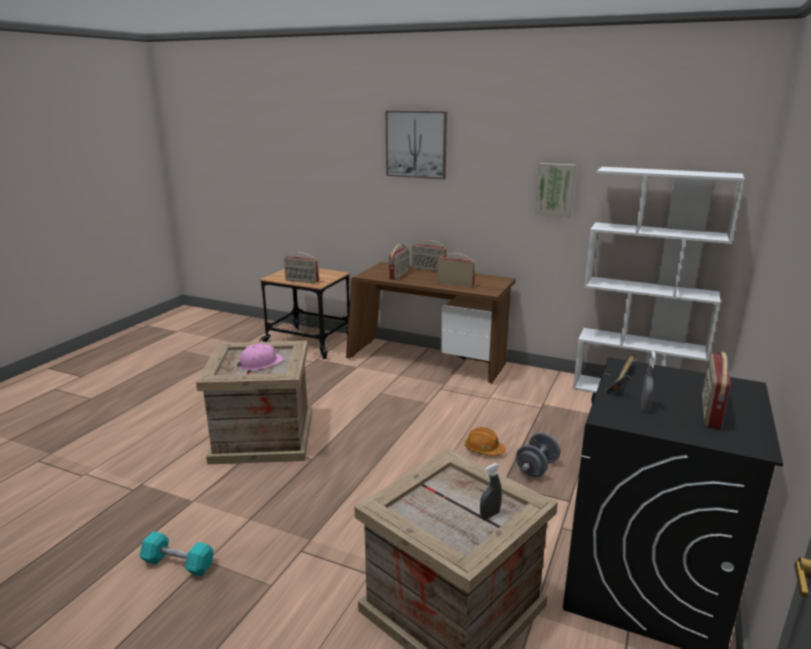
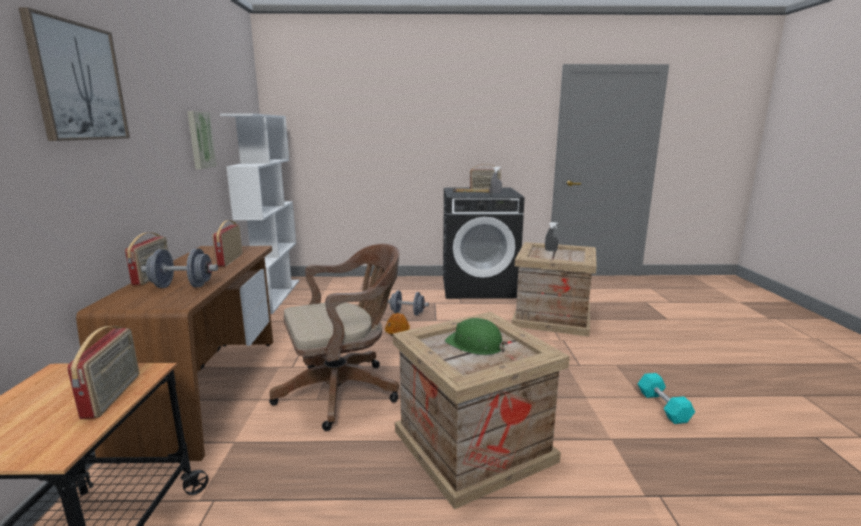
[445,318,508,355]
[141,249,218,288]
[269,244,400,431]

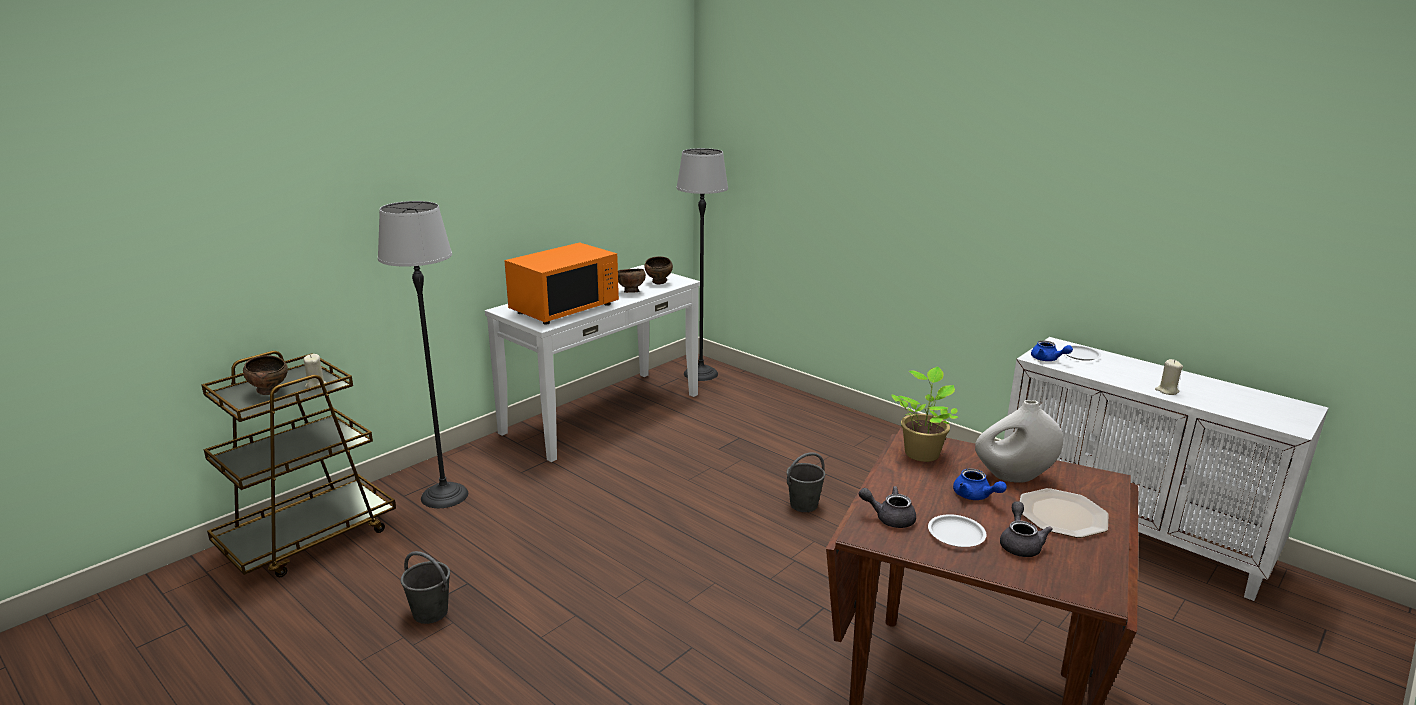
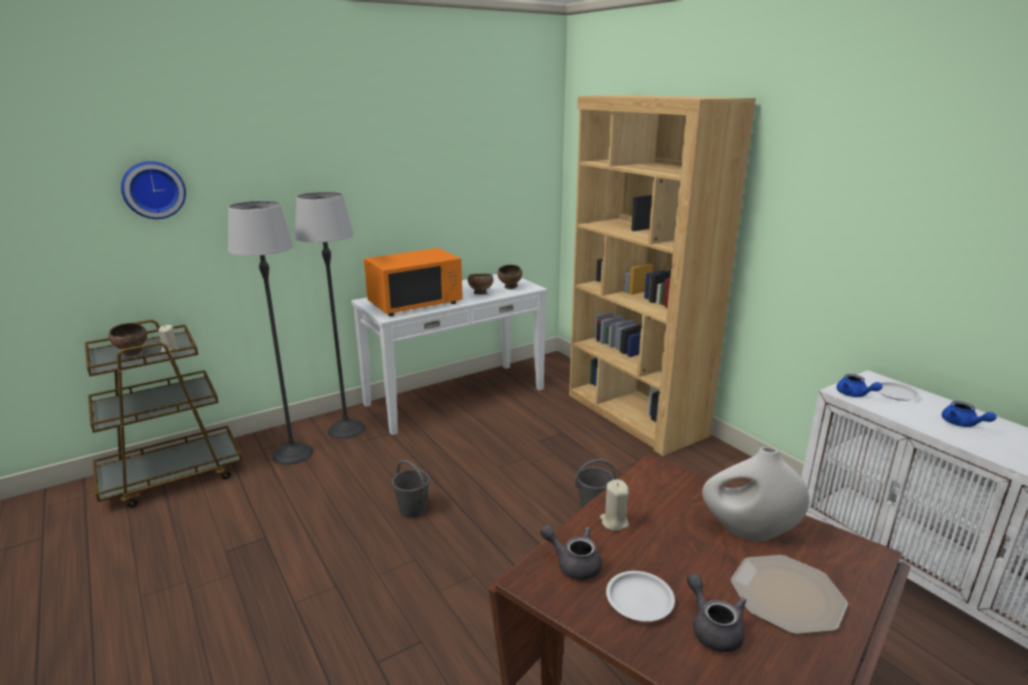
[392,460,430,518]
[295,192,365,439]
[891,366,958,462] (first image)
[942,401,997,427]
[687,573,746,652]
[600,479,629,531]
[121,161,186,219]
[569,95,756,456]

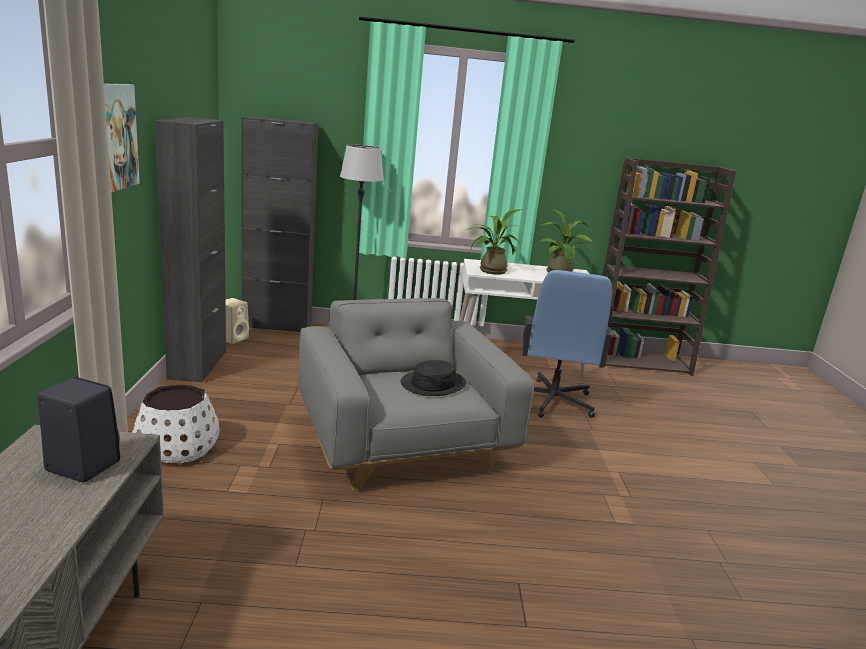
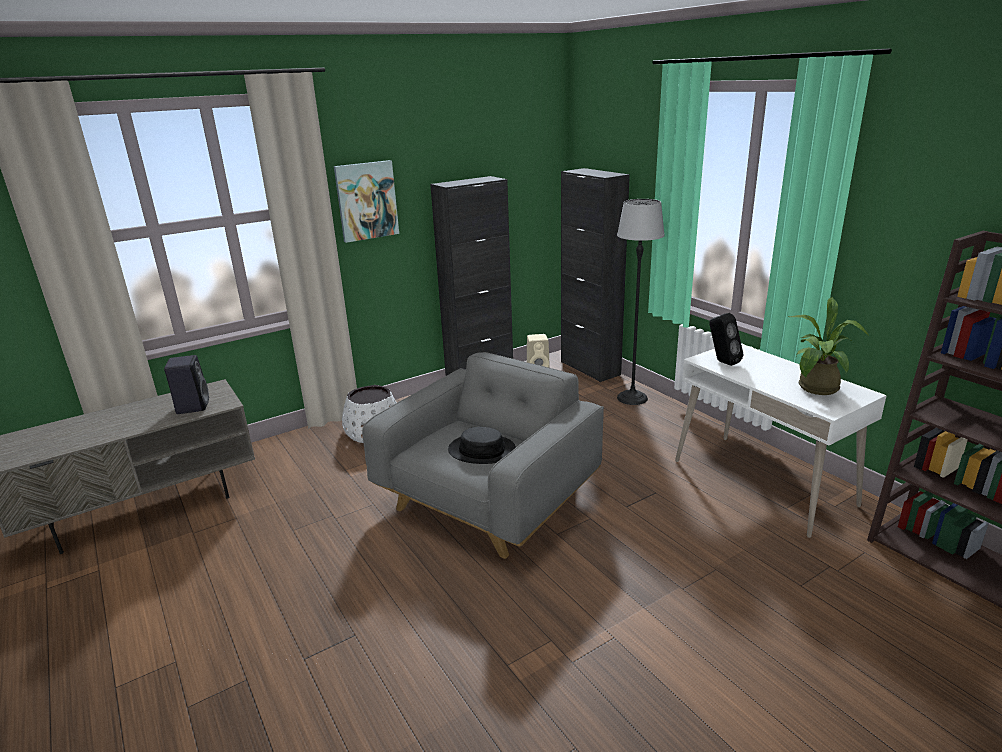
[709,313,743,366]
[522,270,613,418] (first image)

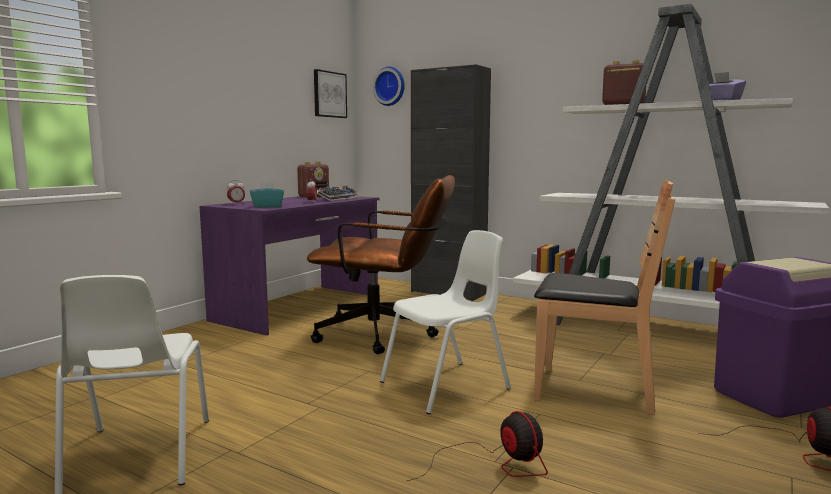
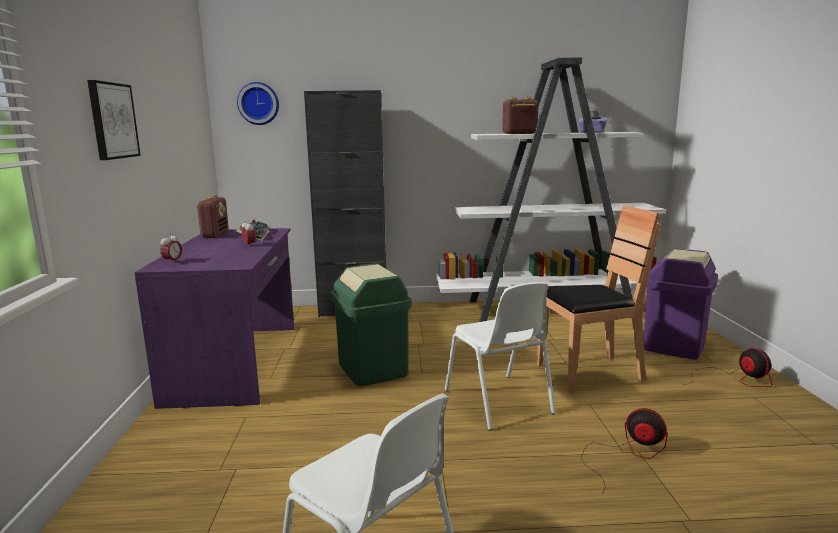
[250,181,284,208] (first image)
[331,263,412,386]
[87,80,141,160]
[445,282,556,431]

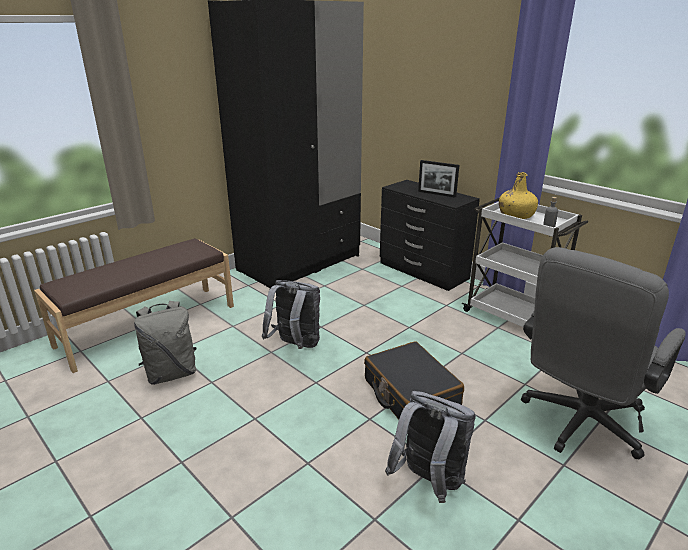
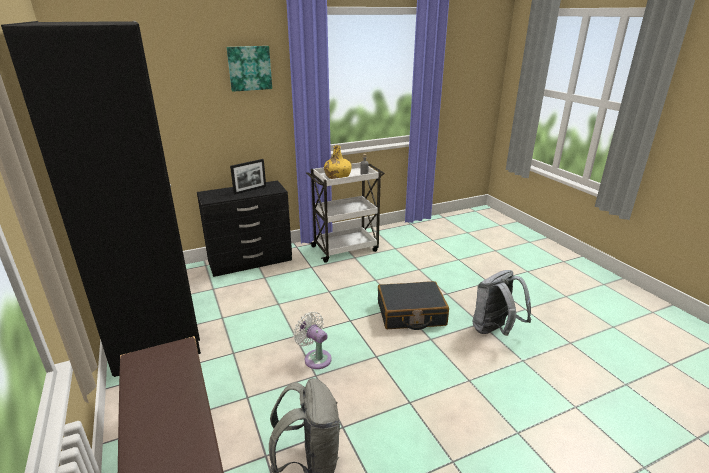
[293,312,332,369]
[521,247,686,460] (first image)
[226,46,272,92]

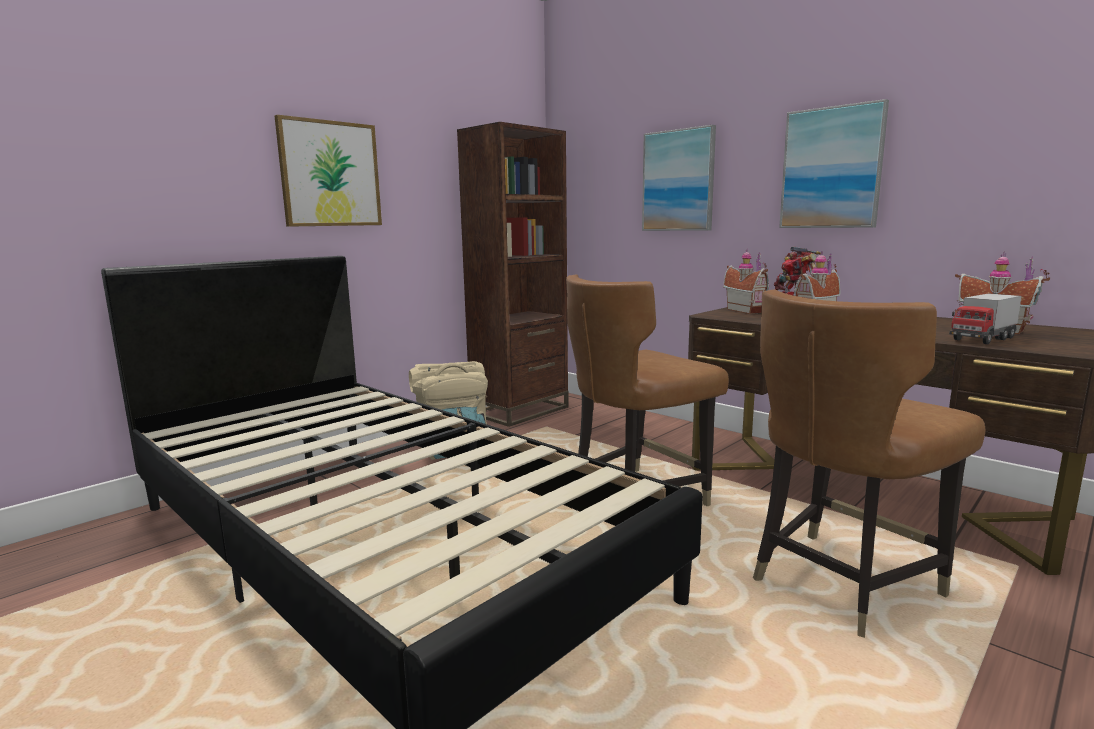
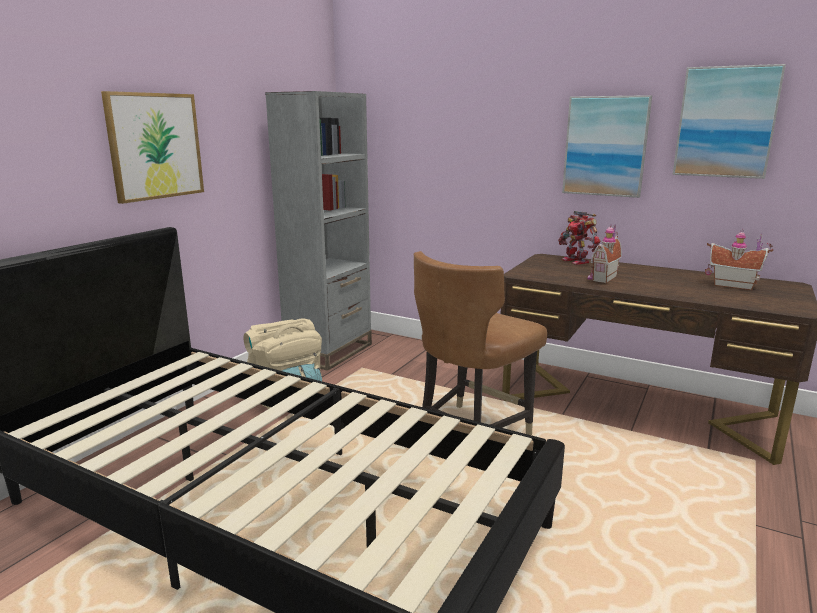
[265,91,372,371]
[673,64,786,179]
[723,249,769,314] (first image)
[753,289,985,638] (first image)
[949,293,1022,344] (first image)

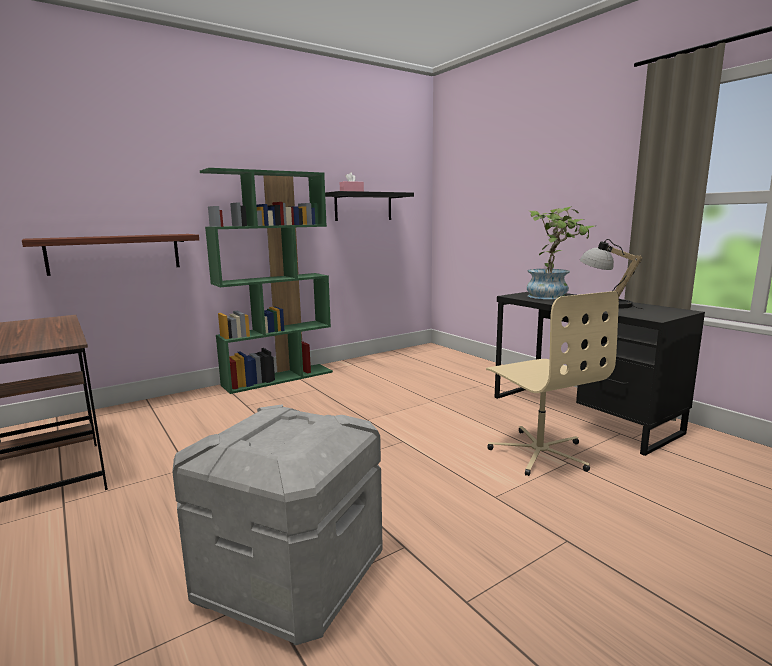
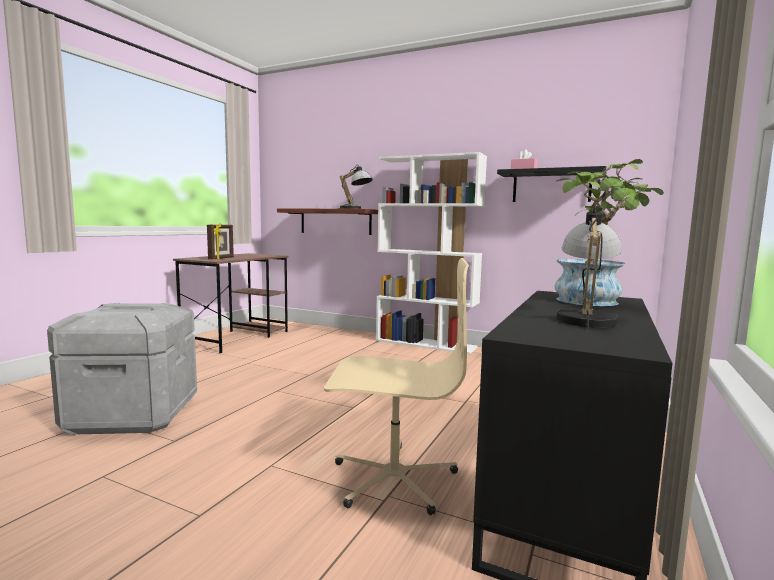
[376,152,487,354]
[324,258,469,515]
[207,224,234,260]
[337,165,373,209]

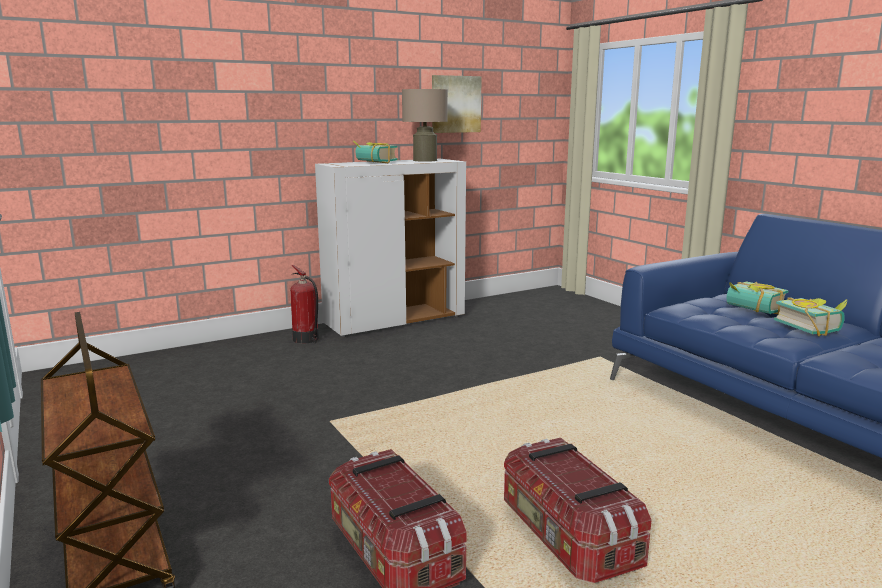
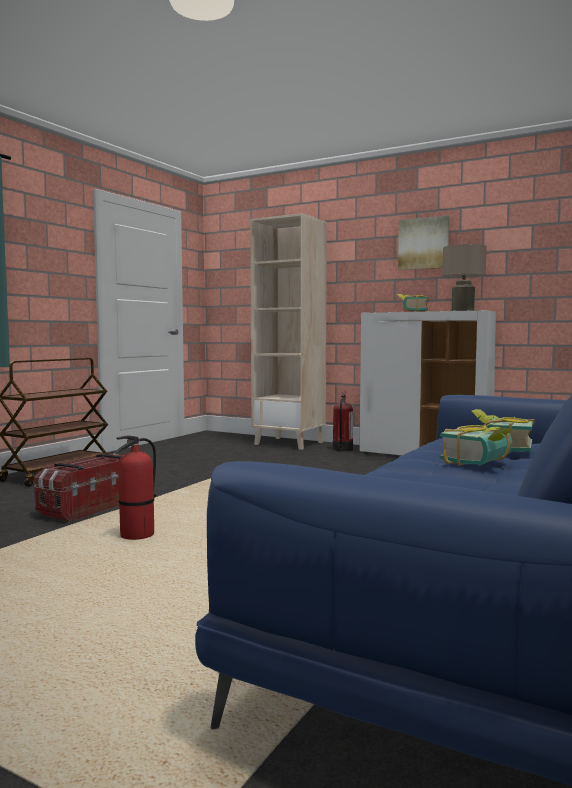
[398,215,449,270]
[115,435,156,540]
[250,213,327,450]

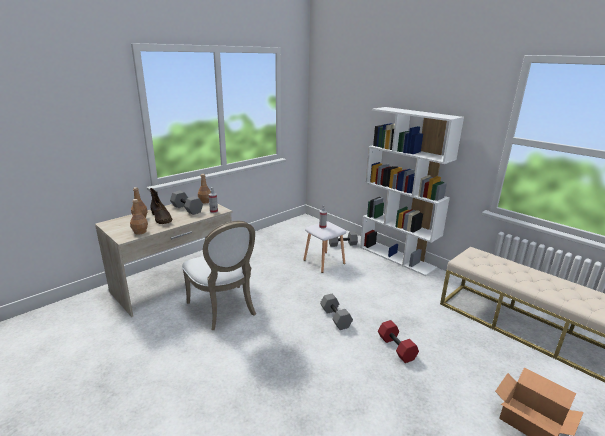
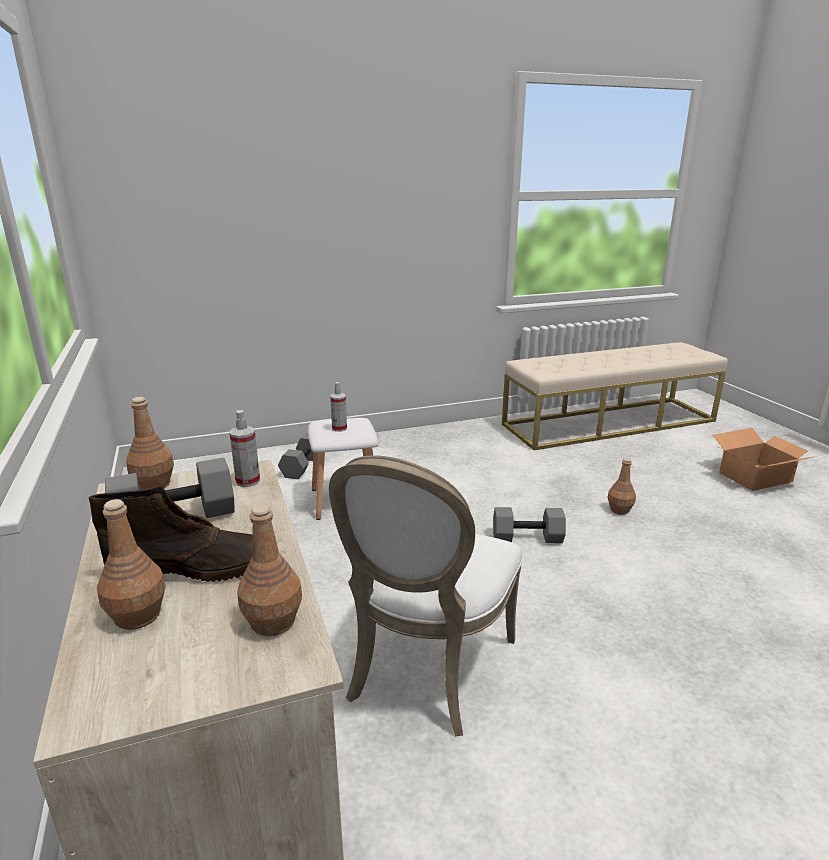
[329,455,523,736]
[360,107,464,276] (first image)
[608,458,636,515]

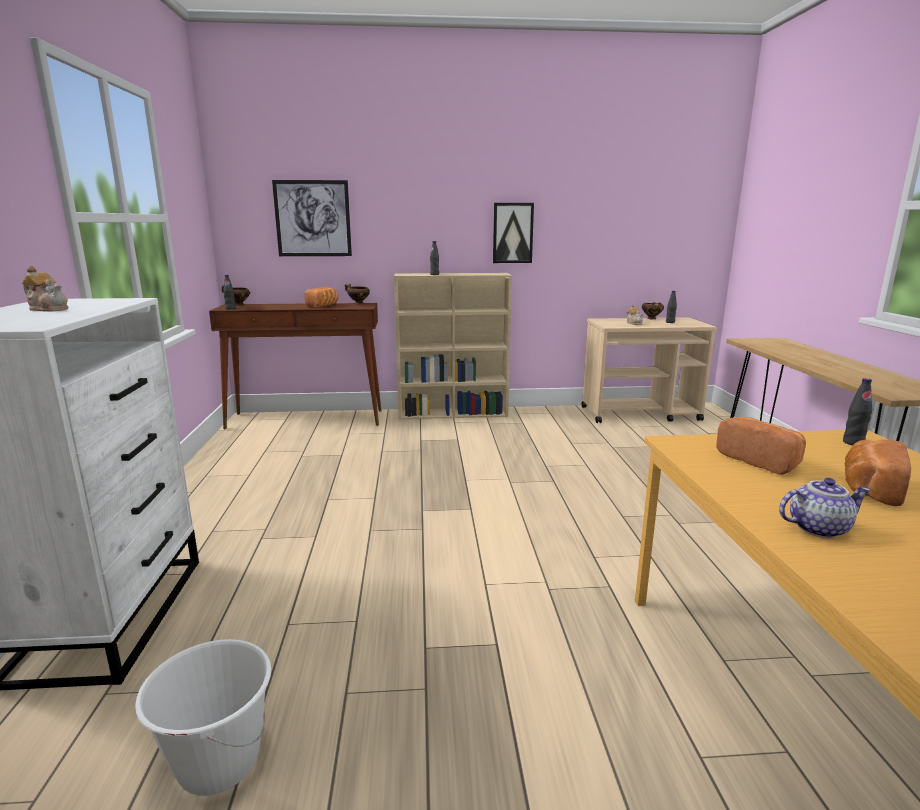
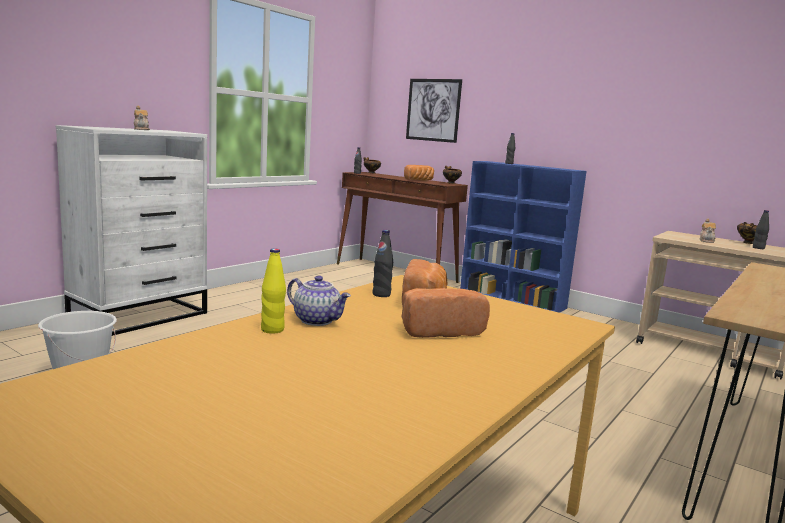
[460,161,587,313]
[493,203,534,263] (first image)
[372,230,393,297]
[261,249,286,334]

